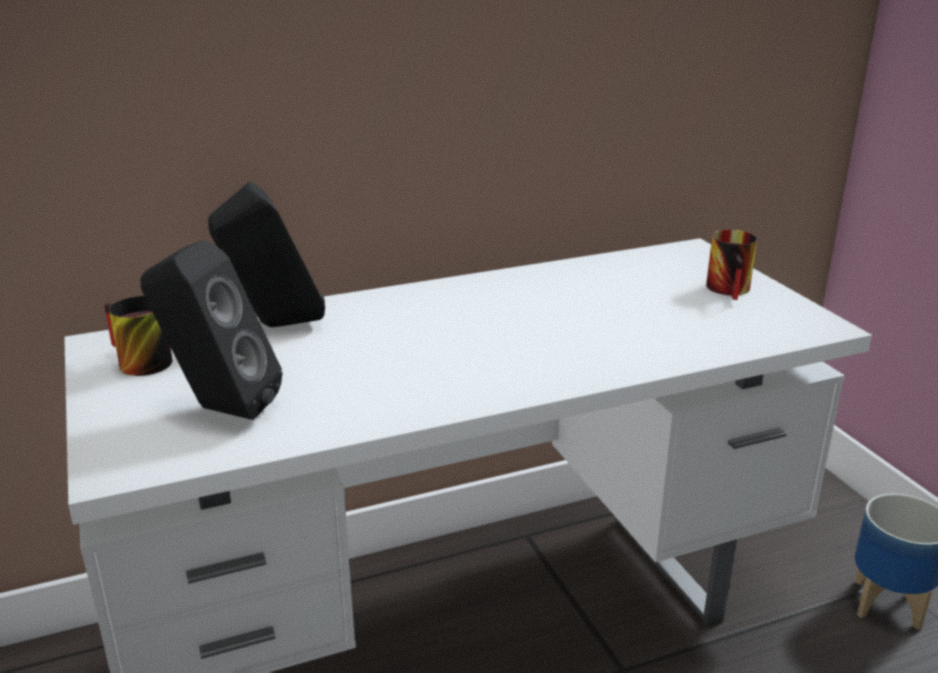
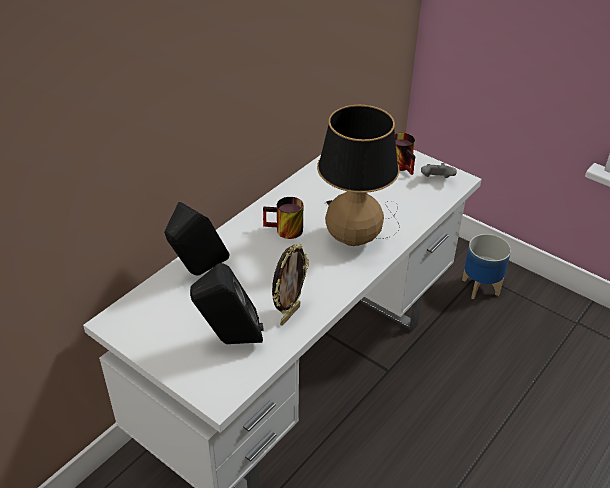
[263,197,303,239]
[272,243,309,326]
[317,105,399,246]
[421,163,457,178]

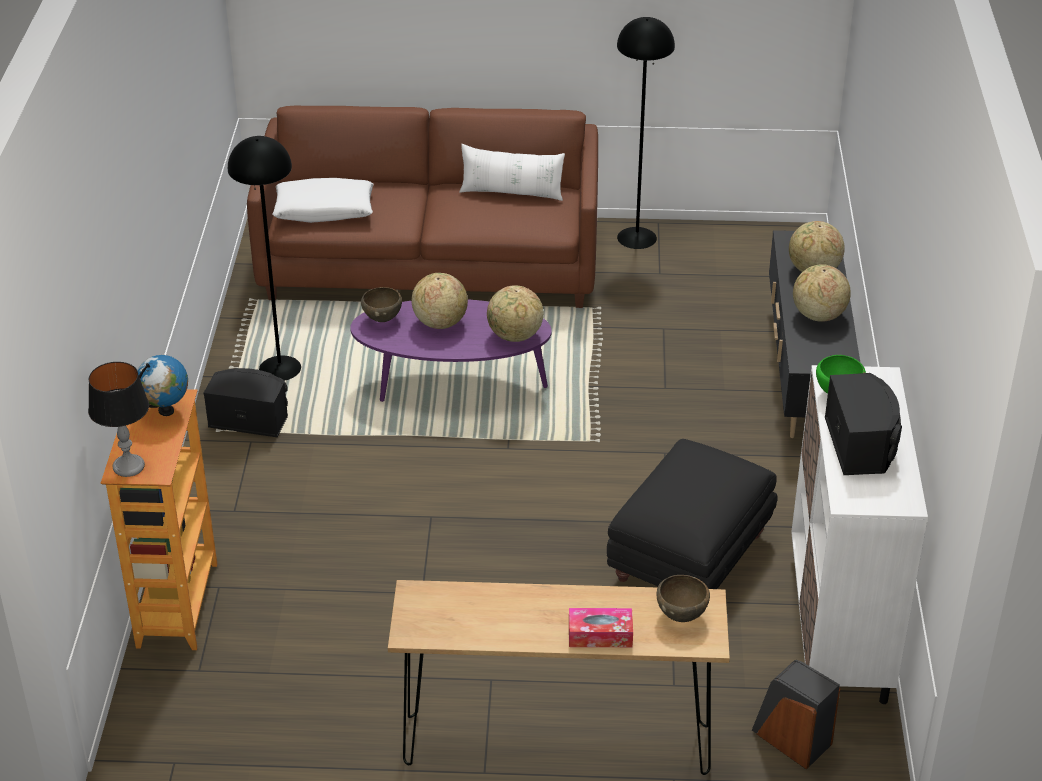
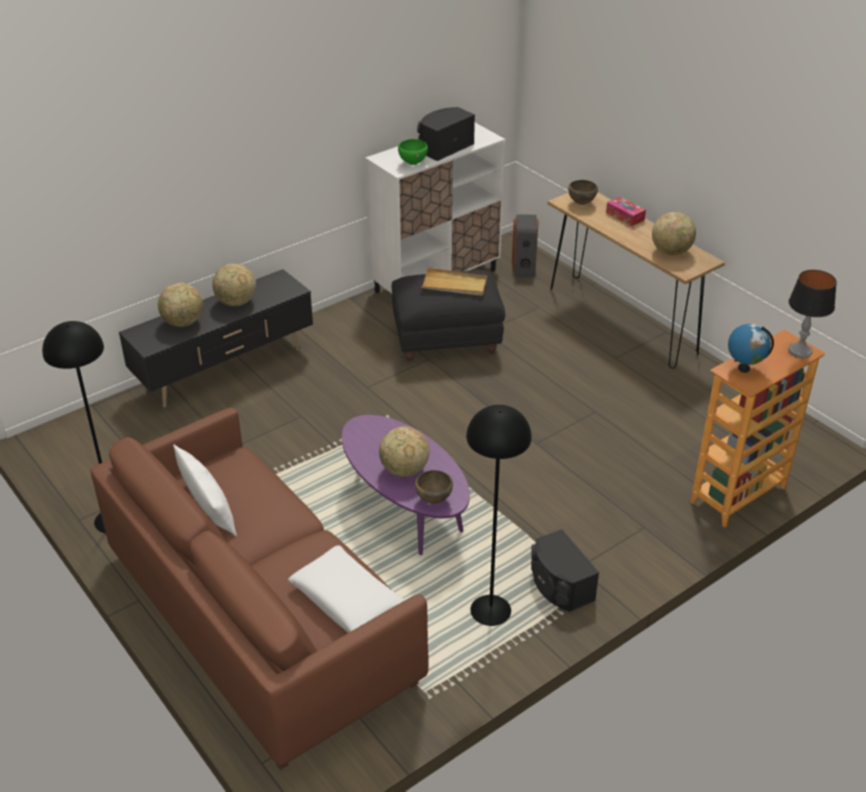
[652,212,696,255]
[421,268,487,296]

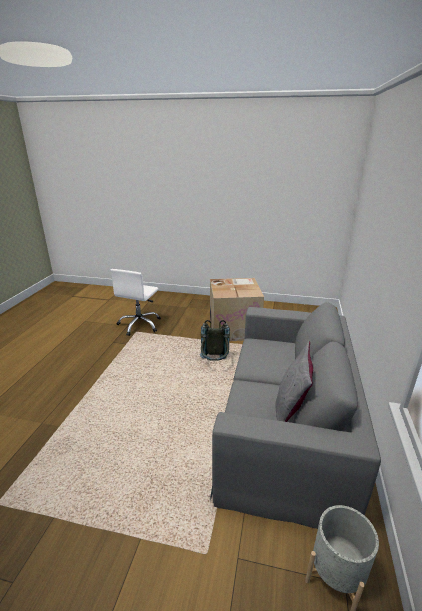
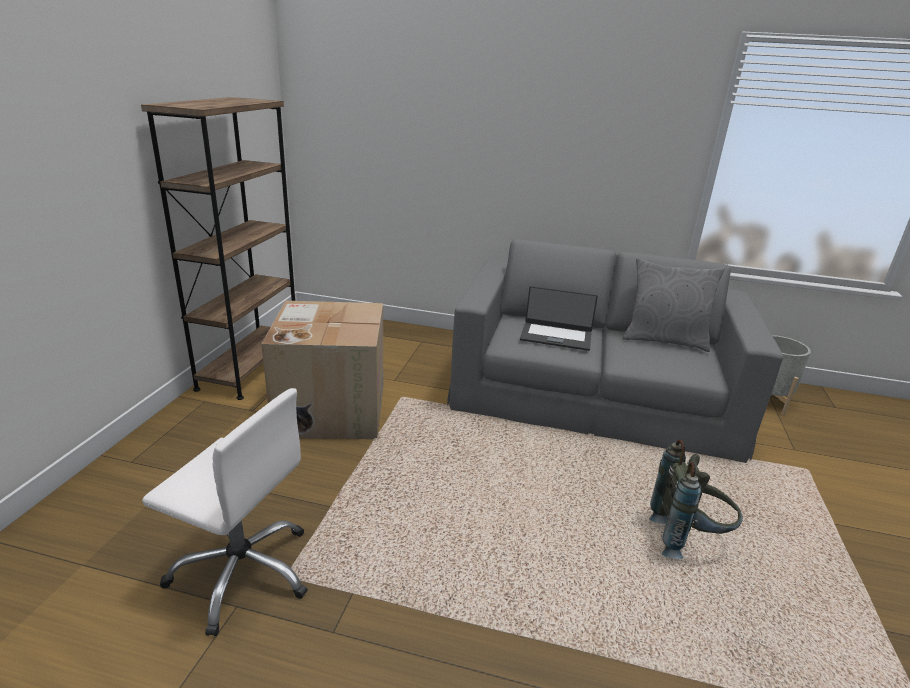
[649,439,743,559]
[141,97,295,400]
[520,286,598,351]

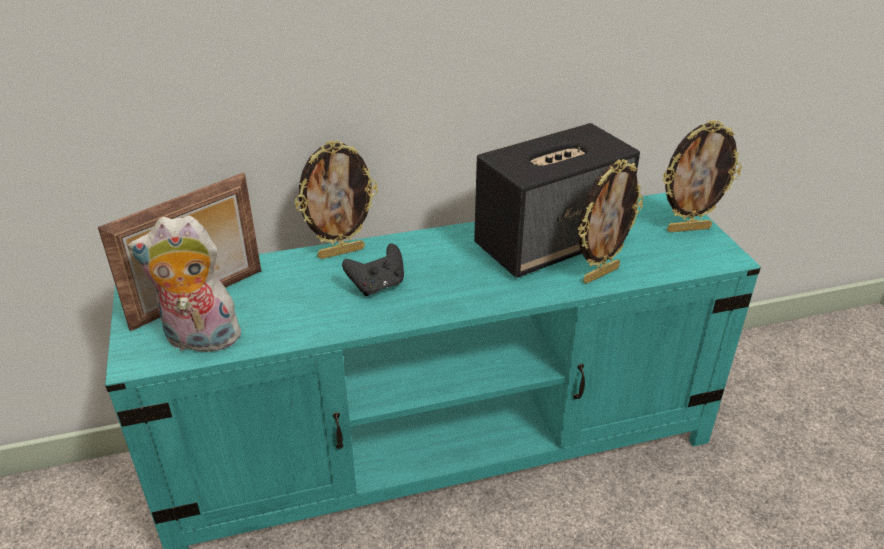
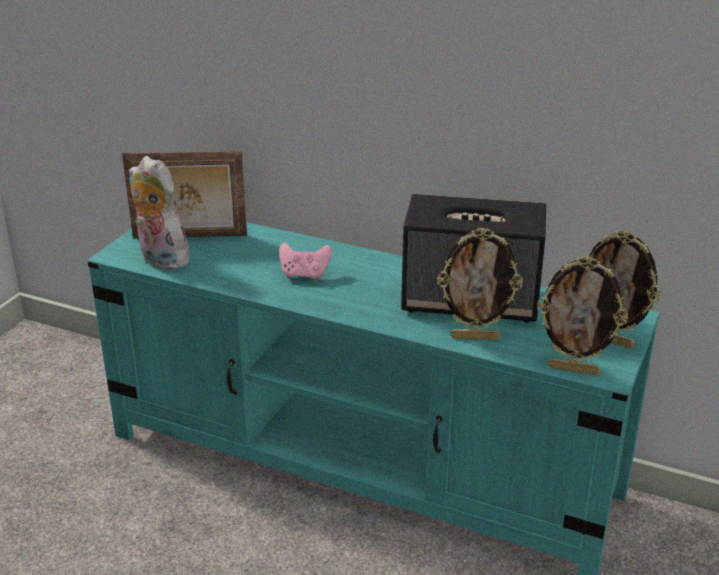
[537,256,628,376]
[279,242,332,280]

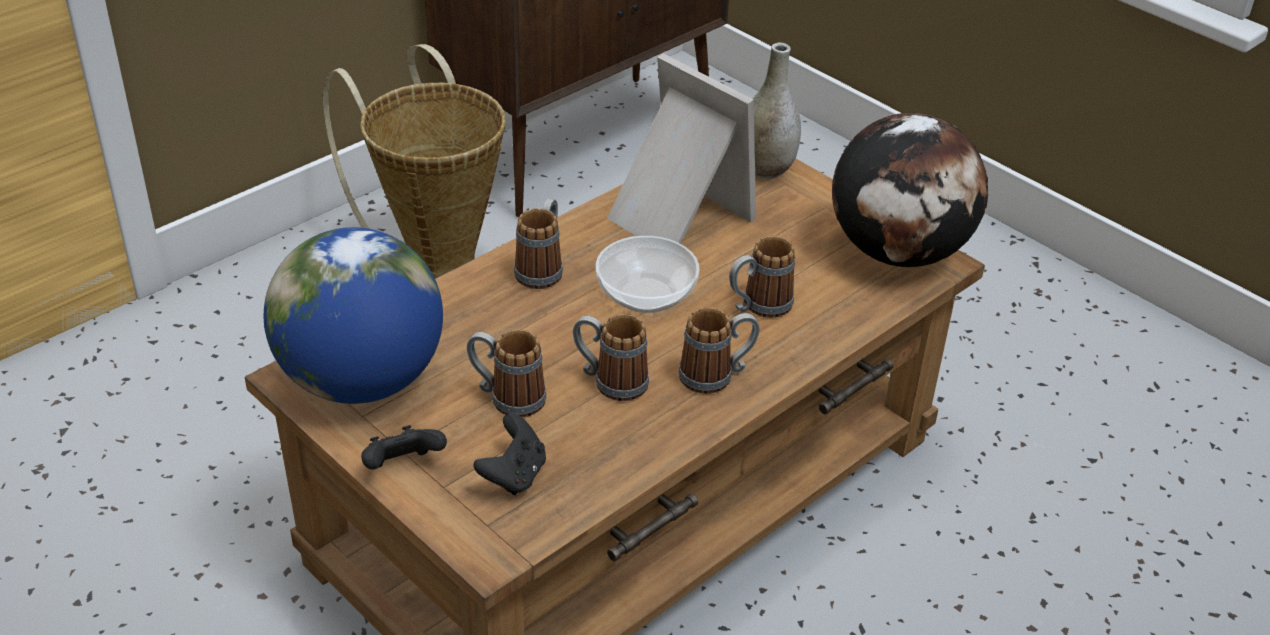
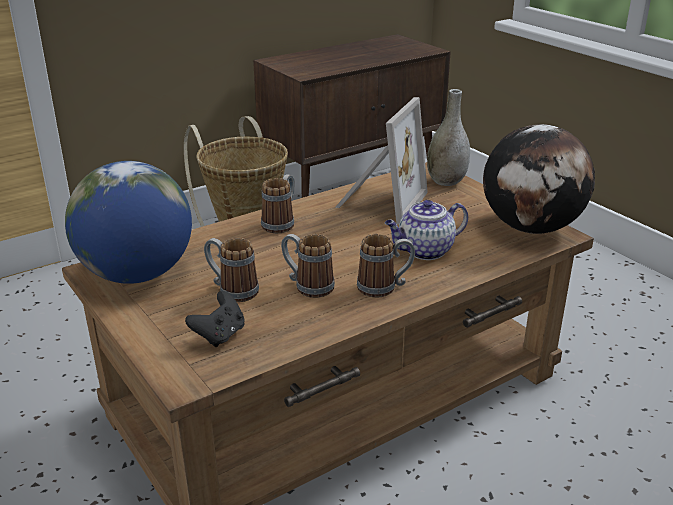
[361,425,447,470] (first image)
[596,236,699,313] (first image)
[335,97,428,225]
[385,200,468,260]

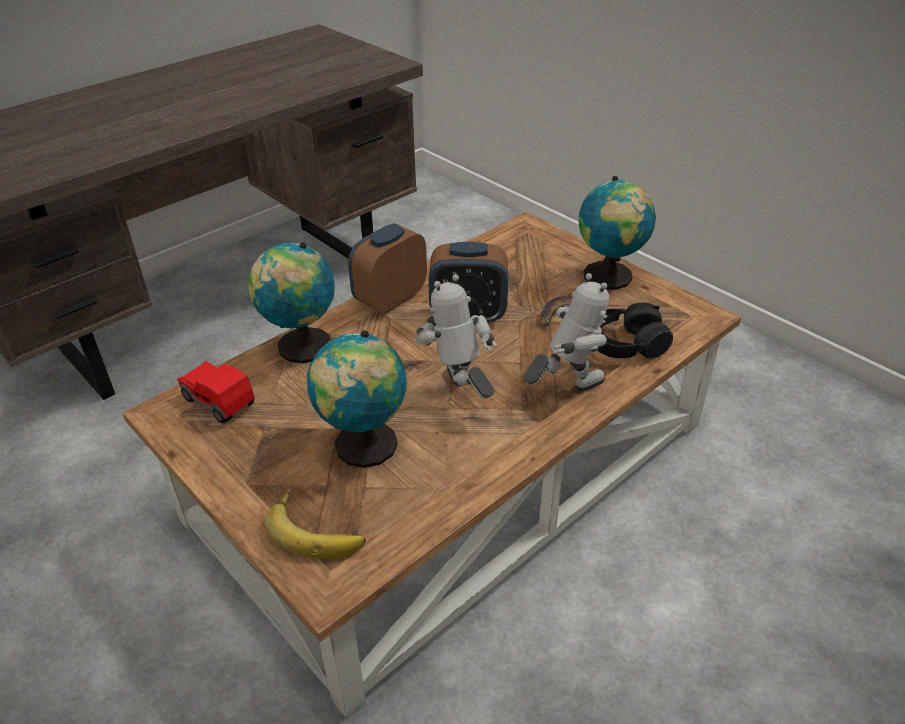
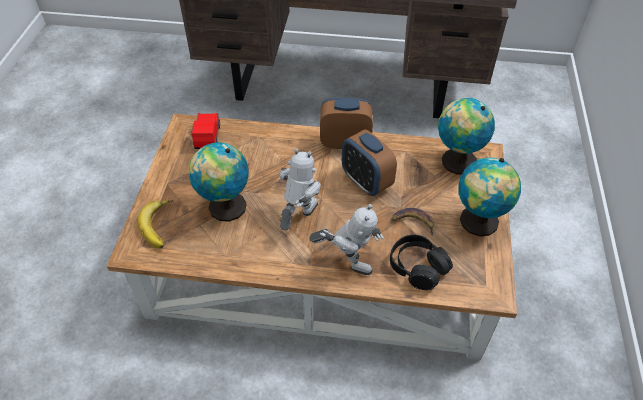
[438,98,495,175]

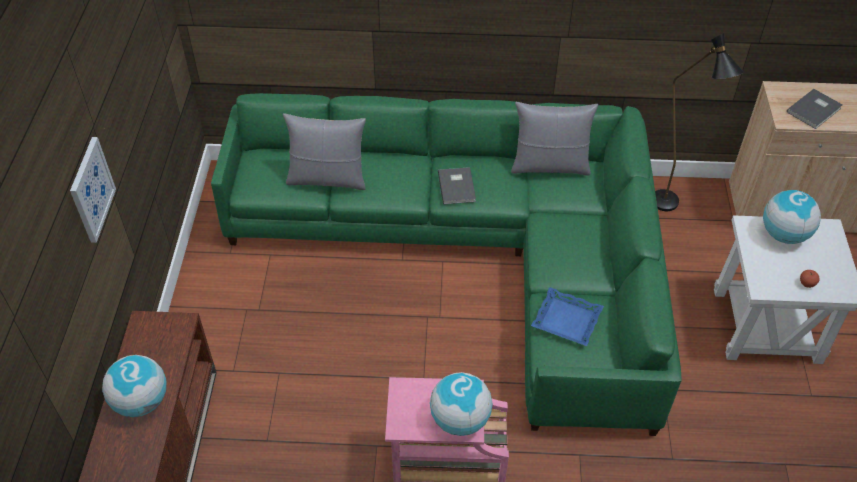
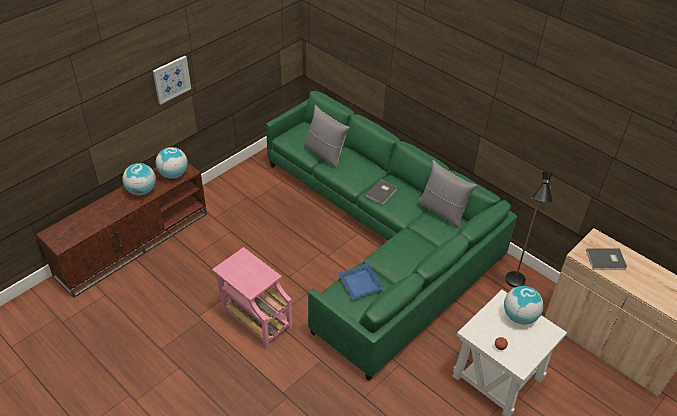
[155,147,188,179]

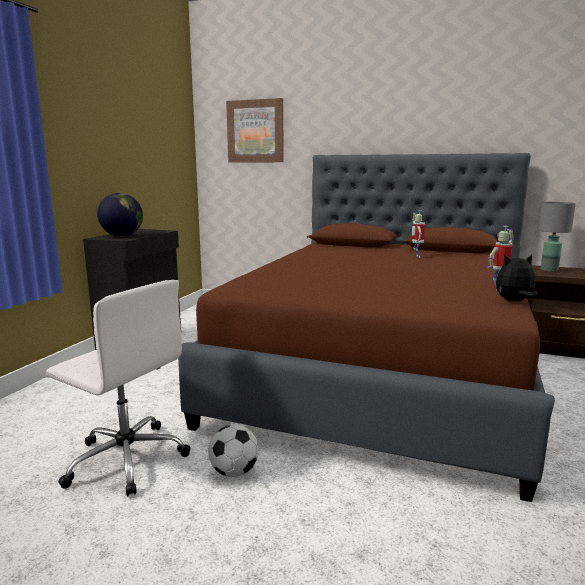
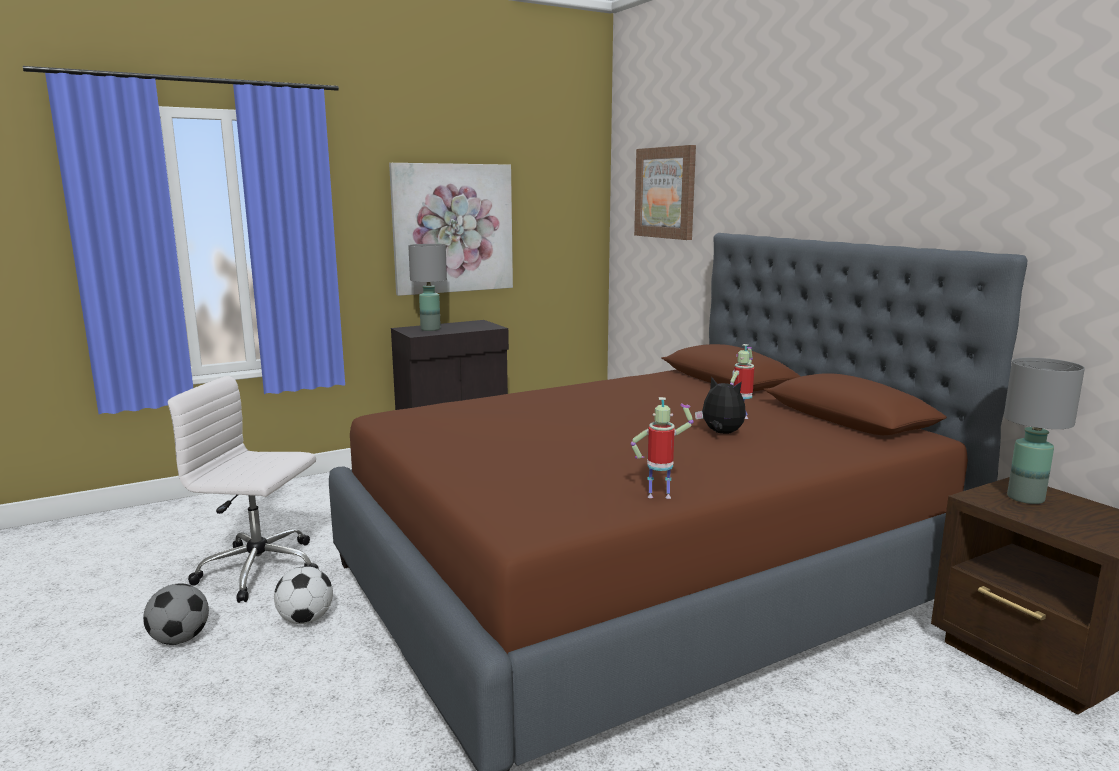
[168,376,319,603]
[408,244,447,331]
[695,377,746,434]
[143,583,209,645]
[389,163,513,296]

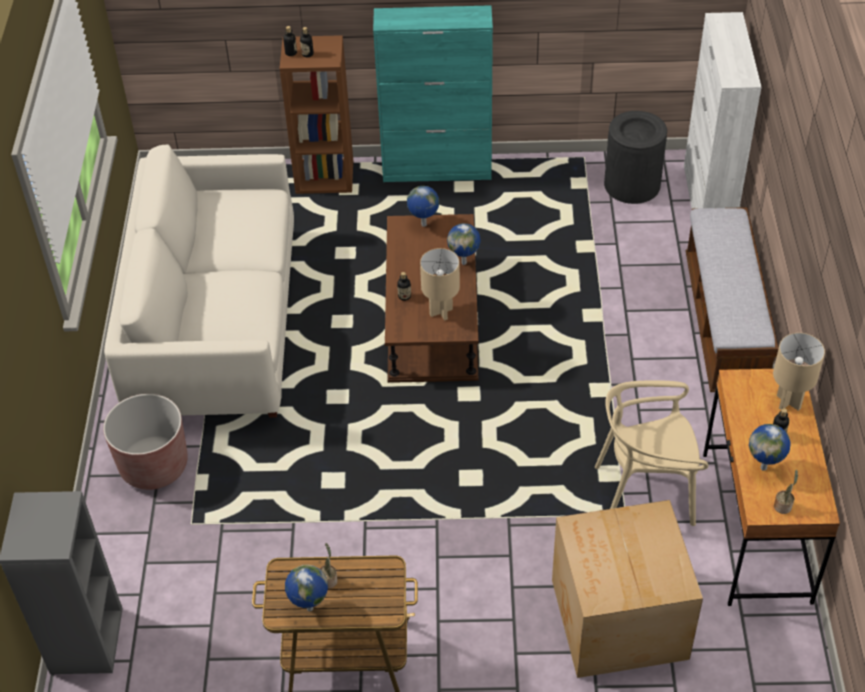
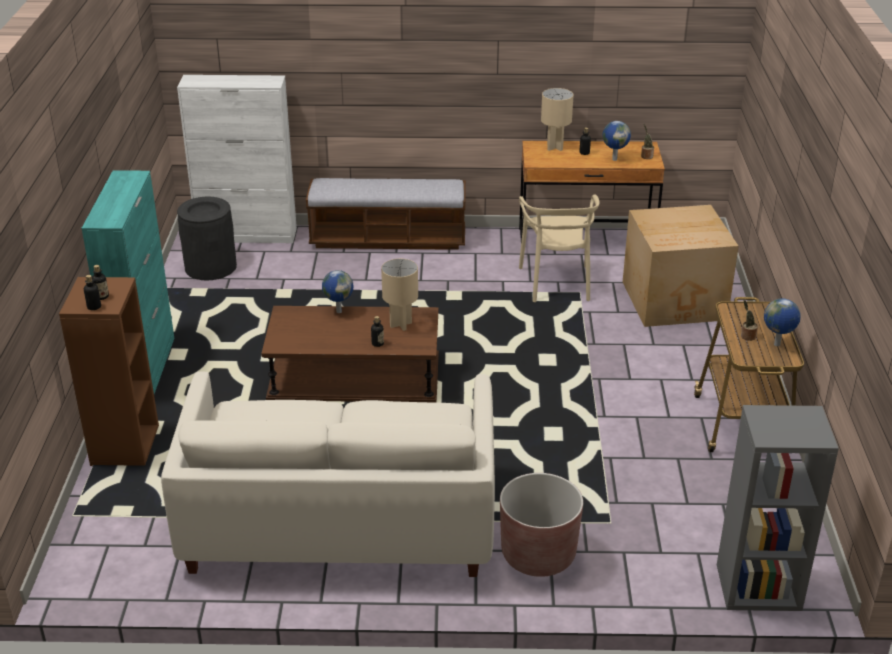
[407,186,439,227] (first image)

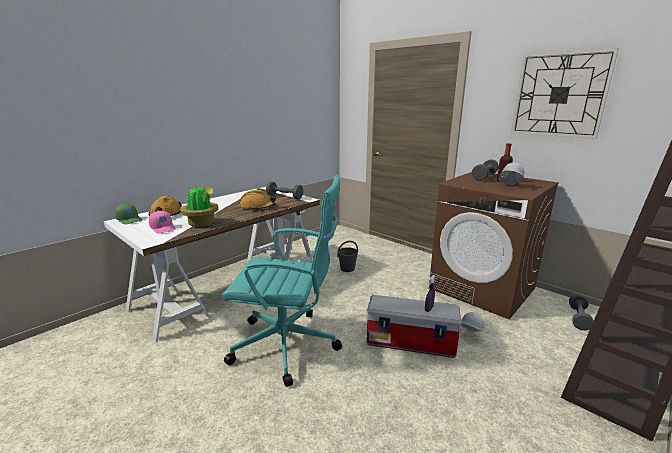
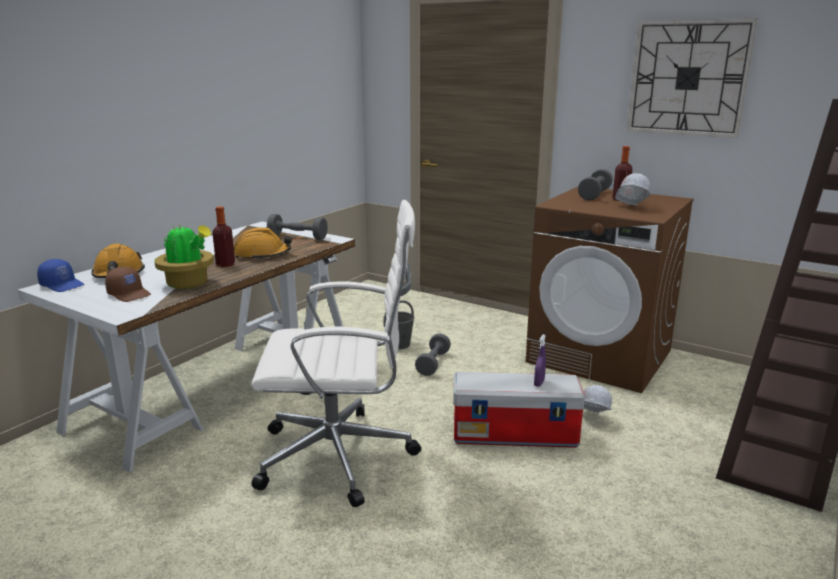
[37,259,85,292]
[105,267,151,302]
[251,200,421,507]
[415,333,451,376]
[212,206,235,267]

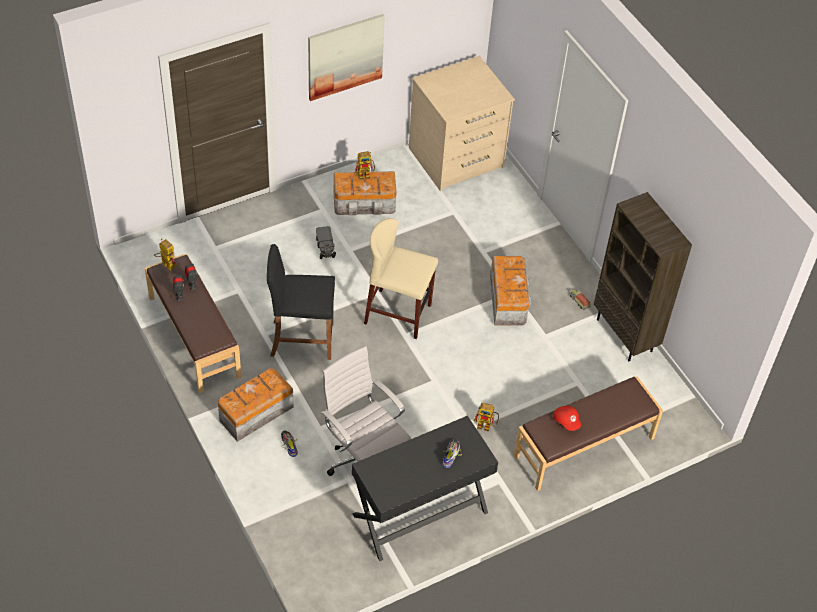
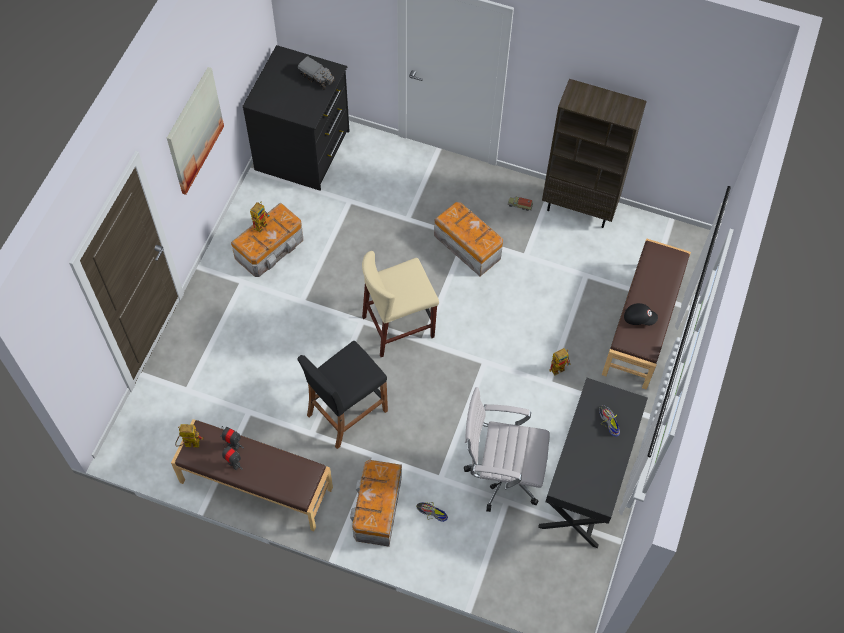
[298,56,335,90]
[242,45,350,191]
[624,303,658,325]

